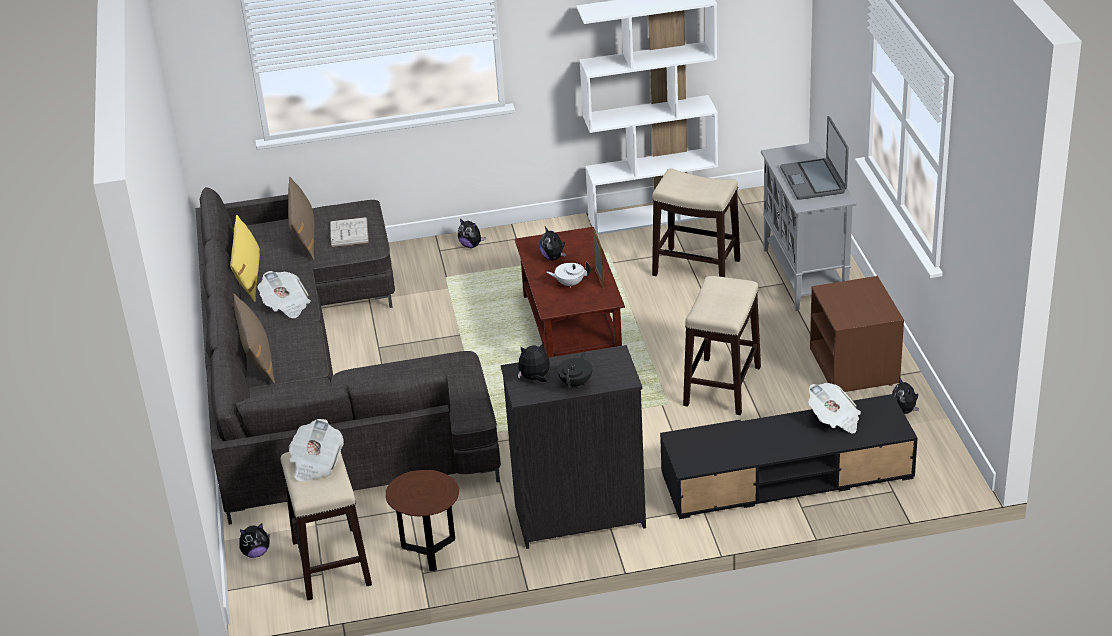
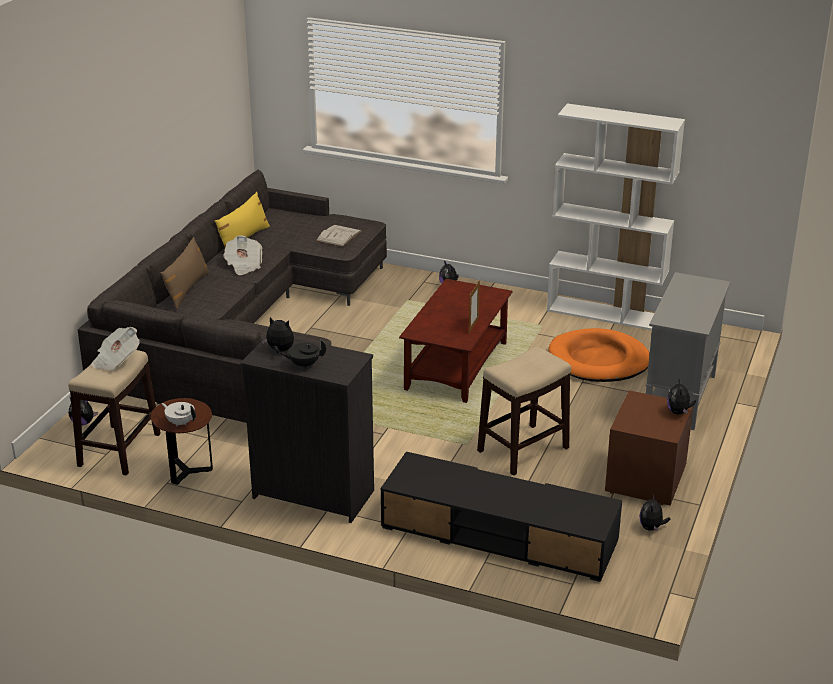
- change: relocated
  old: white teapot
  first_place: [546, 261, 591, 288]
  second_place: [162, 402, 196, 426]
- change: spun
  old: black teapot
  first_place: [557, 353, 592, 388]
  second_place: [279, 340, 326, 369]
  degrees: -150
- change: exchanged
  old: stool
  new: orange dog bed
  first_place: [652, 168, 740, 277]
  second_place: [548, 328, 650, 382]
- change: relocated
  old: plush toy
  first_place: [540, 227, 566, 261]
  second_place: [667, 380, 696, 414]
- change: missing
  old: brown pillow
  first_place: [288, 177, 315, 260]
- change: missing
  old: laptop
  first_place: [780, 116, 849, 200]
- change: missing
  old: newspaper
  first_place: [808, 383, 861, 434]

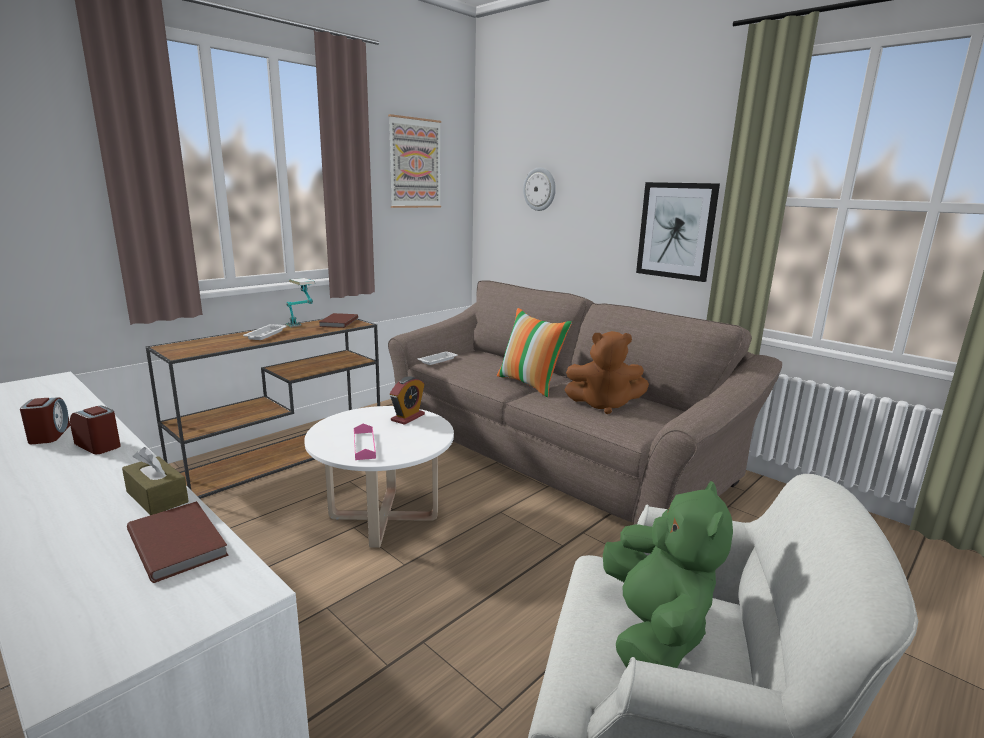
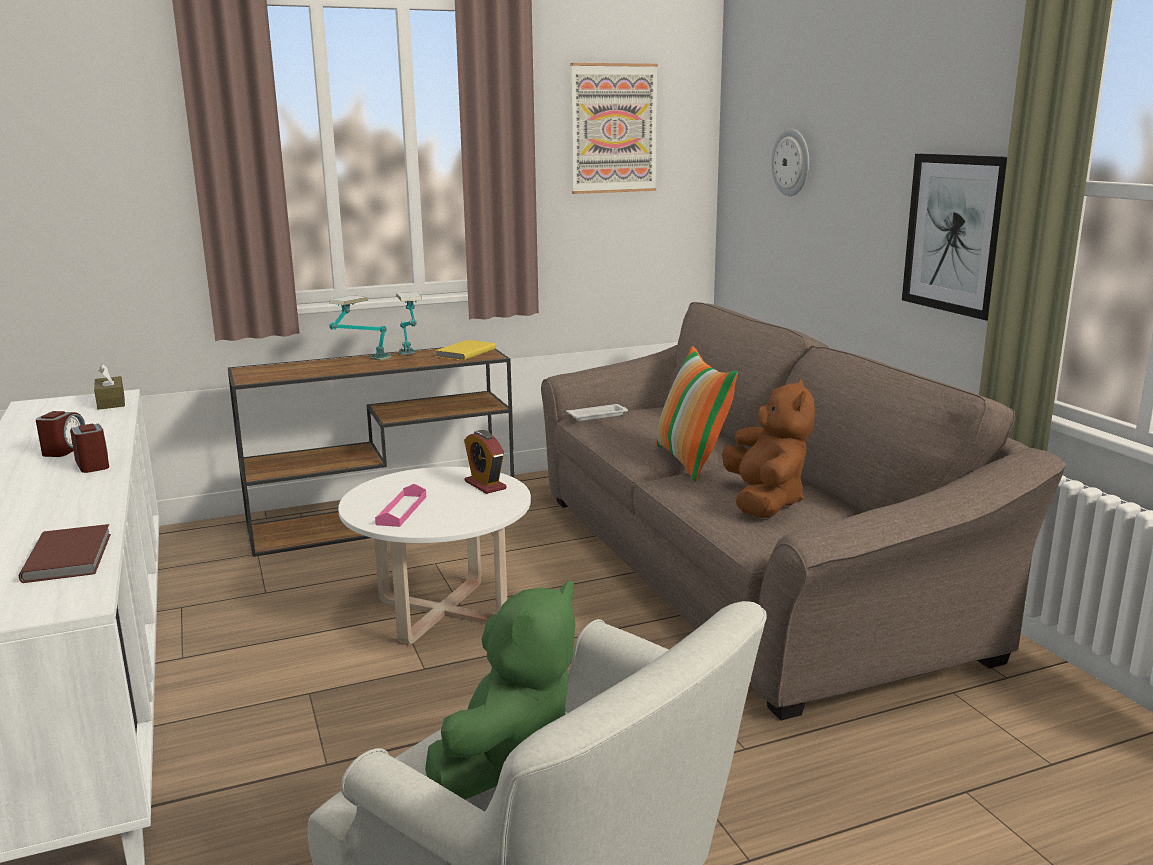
- change: relocated
  old: brown tissue box
  first_place: [122, 447, 189, 515]
  second_place: [94, 364, 125, 410]
- change: exchanged
  old: white tray
  new: table lamp
  first_place: [243, 324, 287, 340]
  second_place: [329, 295, 392, 361]
- change: colour
  old: brown book
  new: yellow book
  first_place: [319, 313, 358, 328]
  second_place: [435, 340, 496, 360]
- change: spun
  old: alarm clock
  first_place: [390, 376, 425, 425]
  second_place: [464, 430, 507, 494]
  degrees: 90
- change: spun
  old: brown plush toy
  first_place: [564, 331, 649, 414]
  second_place: [722, 378, 815, 518]
  degrees: -120

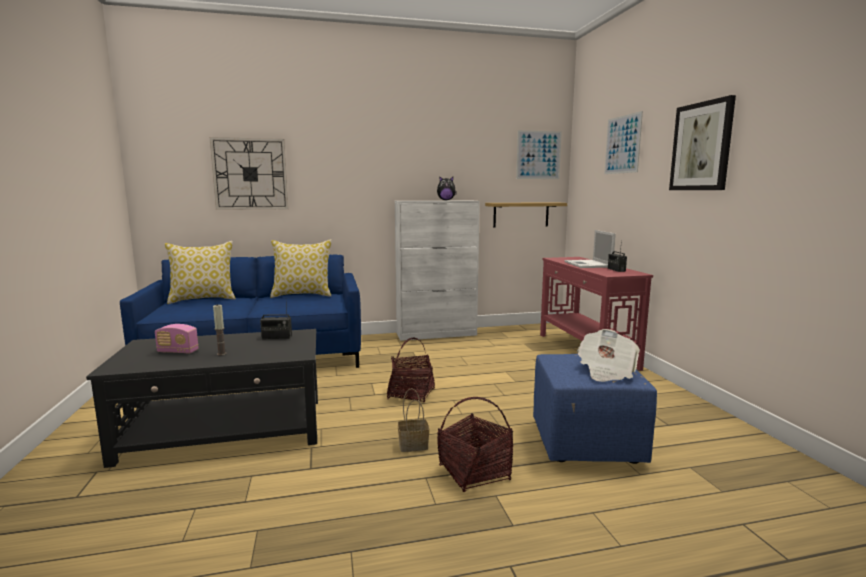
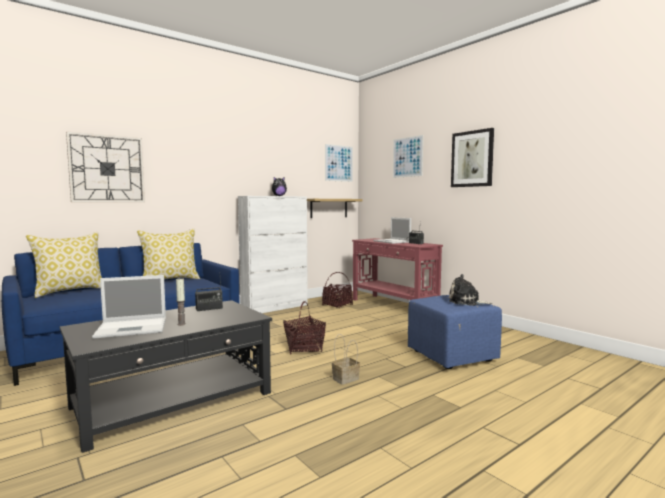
- change: exchanged
  old: radio
  new: laptop
  first_place: [155, 324, 199, 354]
  second_place: [92, 275, 166, 339]
- change: relocated
  old: basket
  first_place: [437, 397, 513, 492]
  second_place: [322, 272, 353, 308]
- change: exchanged
  old: newspaper
  new: plush toy
  first_place: [577, 329, 640, 382]
  second_place: [449, 274, 492, 306]

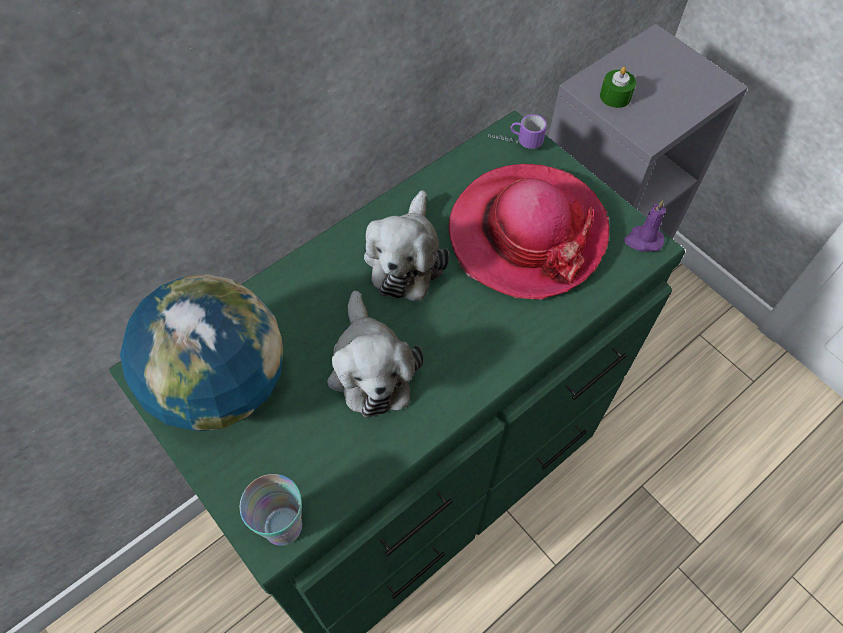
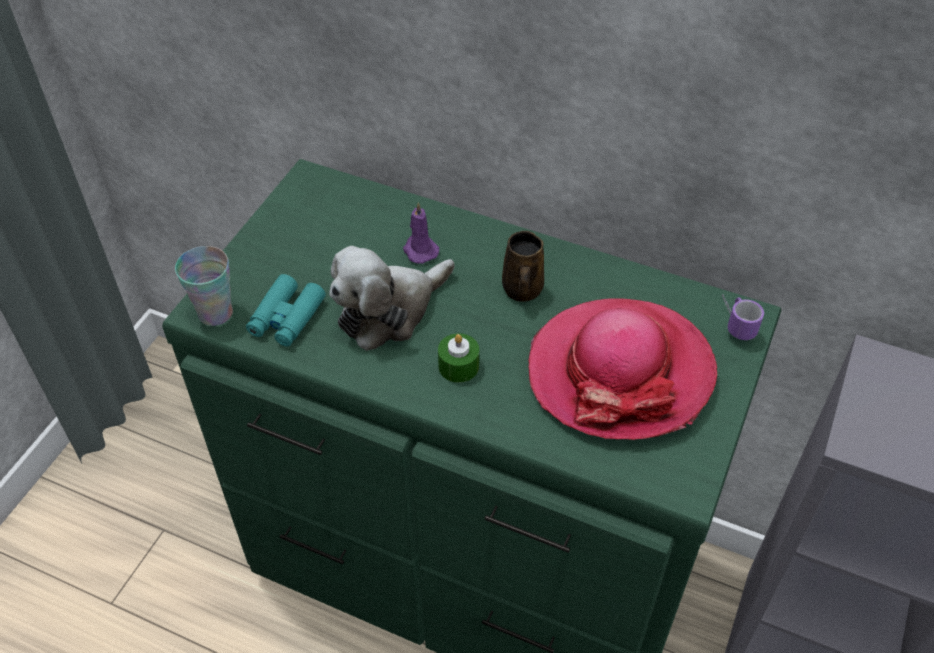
- change: appeared
  new: turquoise binoculars
  second_place: [246, 274, 326, 346]
- change: relocated
  old: purple candle
  first_place: [624, 200, 666, 252]
  second_place: [403, 202, 439, 264]
- change: relocated
  old: green candle
  first_place: [600, 67, 636, 108]
  second_place: [438, 333, 479, 383]
- change: exchanged
  old: plush toy
  new: brown mug
  first_place: [364, 190, 450, 301]
  second_place: [502, 231, 544, 302]
- change: missing
  old: globe
  first_place: [120, 274, 283, 431]

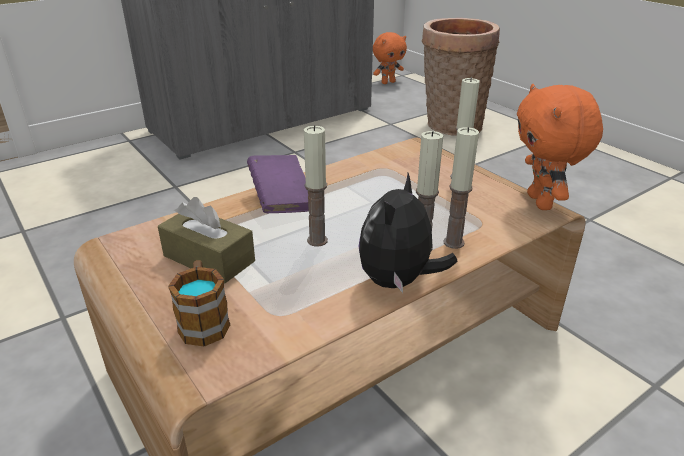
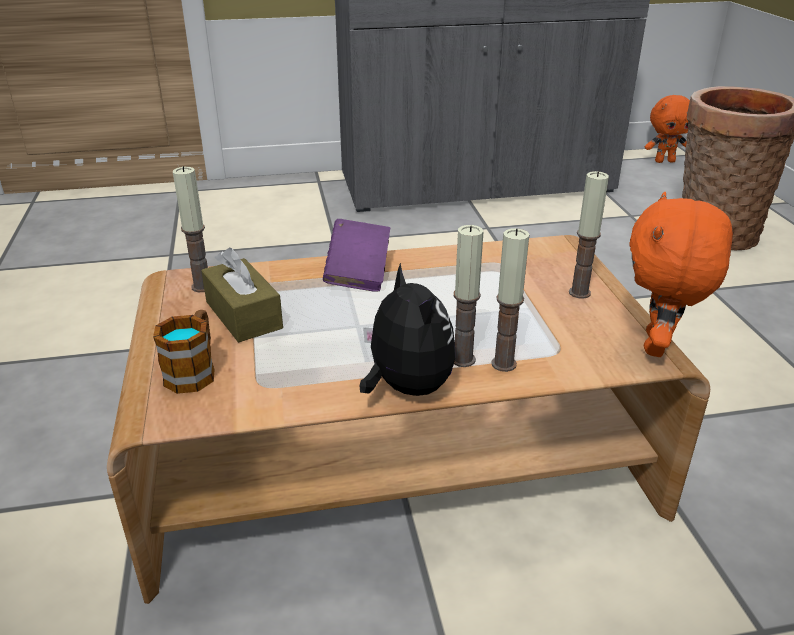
- change: relocated
  old: candle
  first_place: [304, 125, 328, 247]
  second_place: [173, 166, 208, 292]
- change: spun
  old: plush toy
  first_place: [358, 173, 458, 293]
  second_place: [359, 263, 455, 396]
  degrees: 105

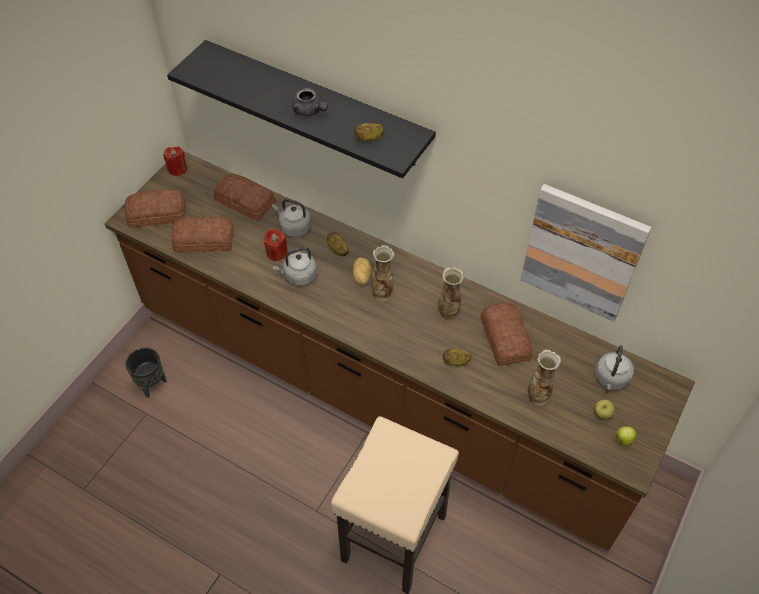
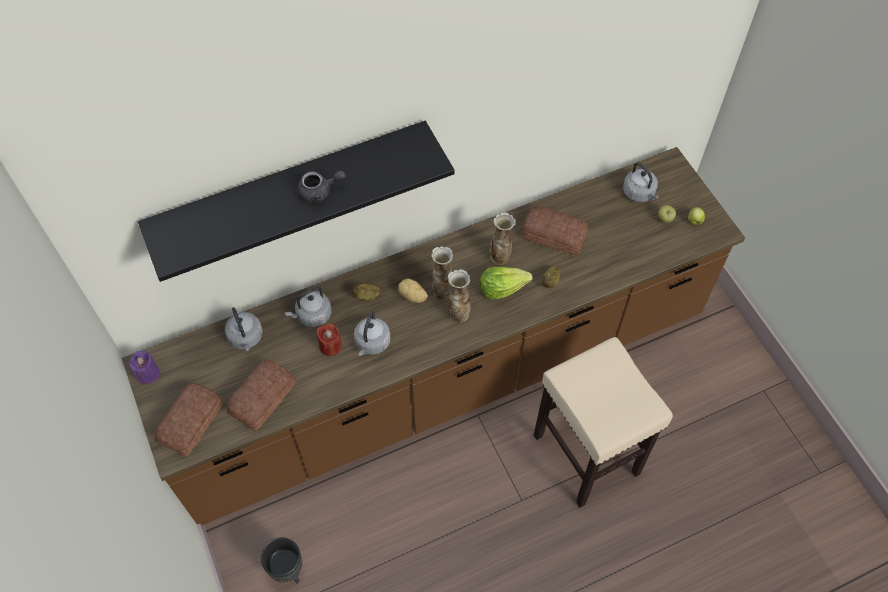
- change: colour
  old: red candle
  new: purple candle
  first_place: [163, 146, 187, 176]
  second_place: [129, 351, 160, 384]
- change: exchanged
  old: bread
  new: grey kettle
  first_place: [214, 174, 276, 221]
  second_place: [225, 307, 263, 351]
- change: relocated
  old: vase
  first_place: [528, 350, 561, 406]
  second_place: [448, 269, 471, 323]
- change: appeared
  new: lettuce
  second_place: [480, 267, 533, 300]
- change: missing
  old: potato
  first_place: [354, 123, 384, 142]
- change: missing
  old: picture
  first_place: [521, 184, 652, 322]

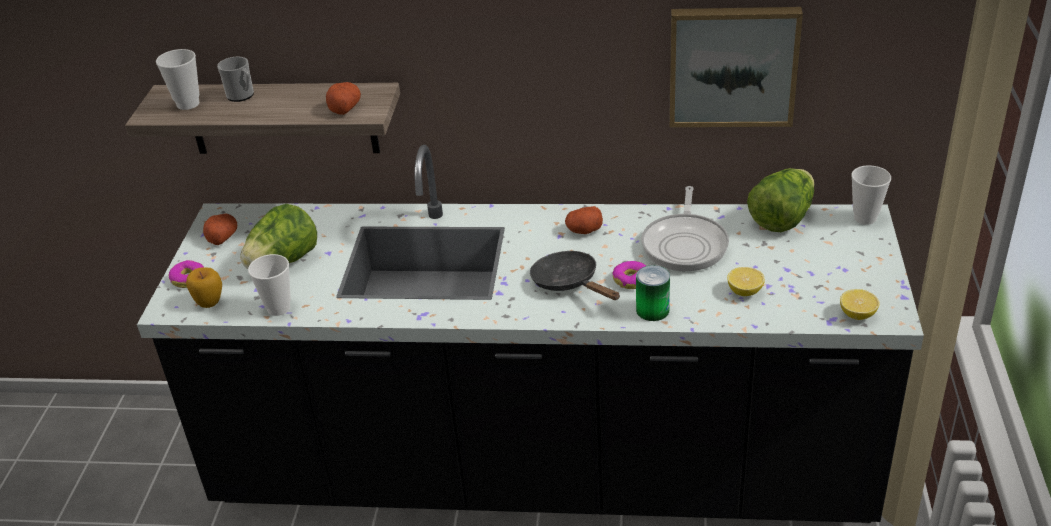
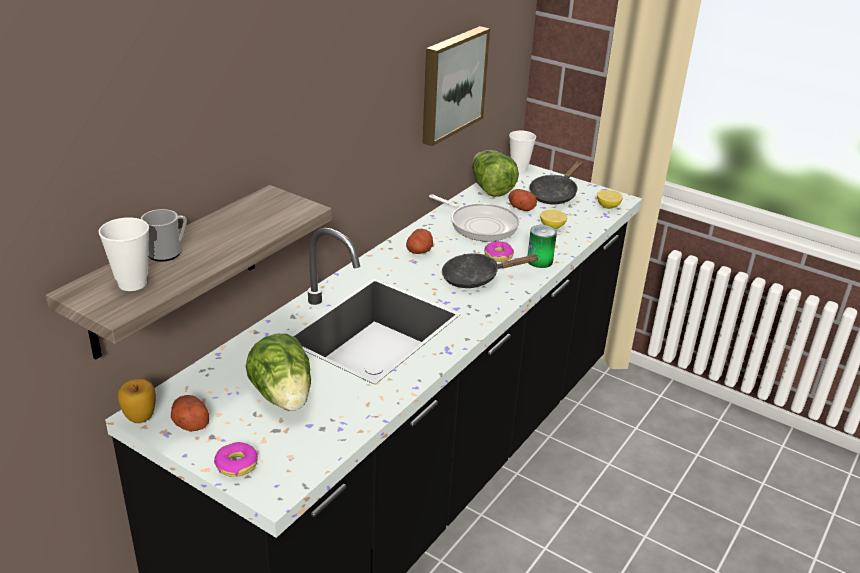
- change: relocated
  old: apple
  first_place: [186, 267, 222, 308]
  second_place: [118, 379, 156, 423]
- change: relocated
  old: potato
  first_place: [326, 82, 361, 115]
  second_place: [509, 189, 537, 211]
- change: appeared
  new: black frying pan
  second_place: [529, 160, 582, 205]
- change: missing
  old: cup
  first_place: [248, 254, 291, 316]

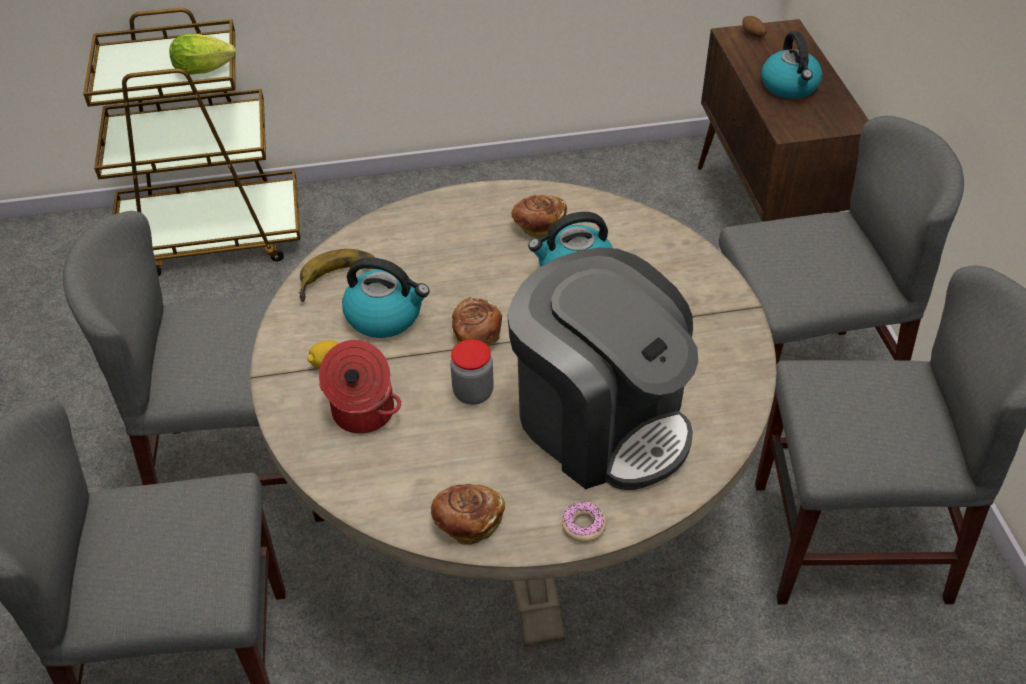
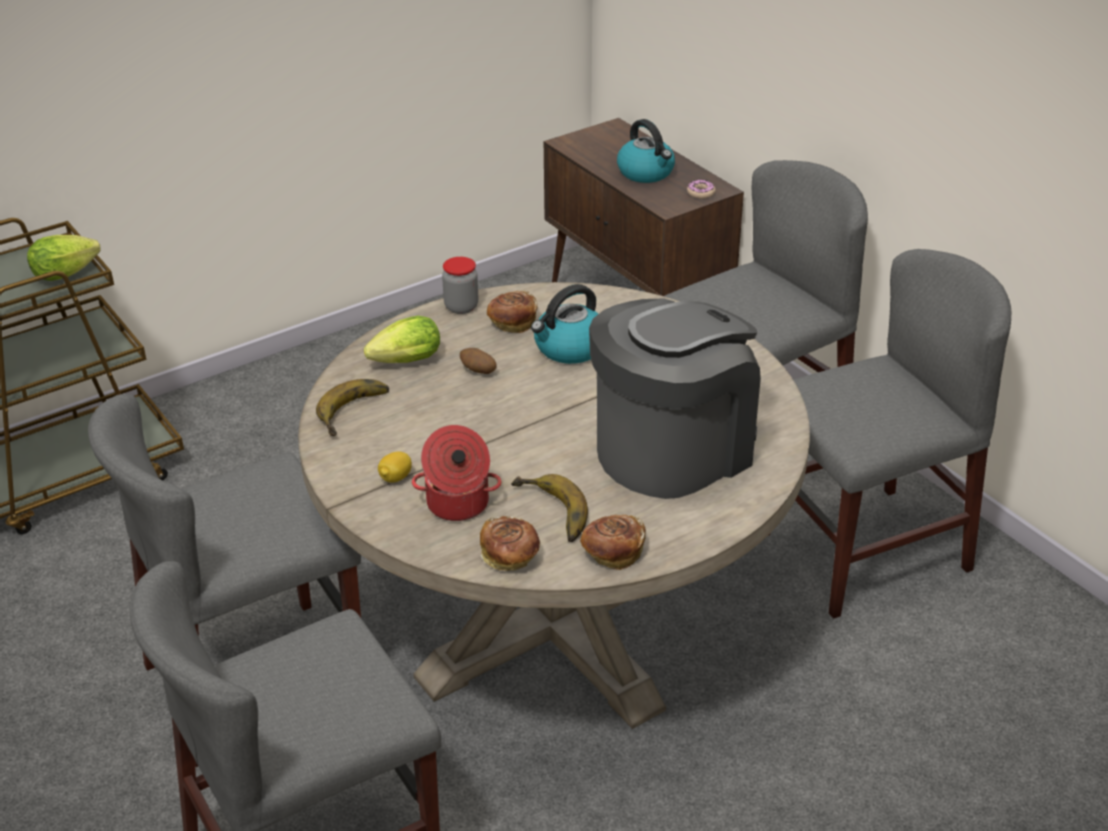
- change: appeared
  new: lettuce
  second_place: [364, 316, 440, 363]
- change: relocated
  old: jar
  first_place: [450, 339, 494, 405]
  second_place: [442, 257, 478, 314]
- change: relocated
  old: potato
  first_place: [742, 16, 767, 38]
  second_place: [460, 348, 497, 374]
- change: relocated
  old: bread
  first_place: [452, 297, 502, 346]
  second_place: [480, 516, 540, 571]
- change: appeared
  new: banana
  second_place: [511, 474, 588, 542]
- change: spun
  old: coffee machine
  first_place: [507, 247, 698, 490]
  second_place: [589, 299, 761, 499]
  degrees: -60
- change: relocated
  old: donut
  first_place: [562, 502, 606, 542]
  second_place: [687, 180, 716, 199]
- change: missing
  old: kettle
  first_place: [342, 257, 430, 338]

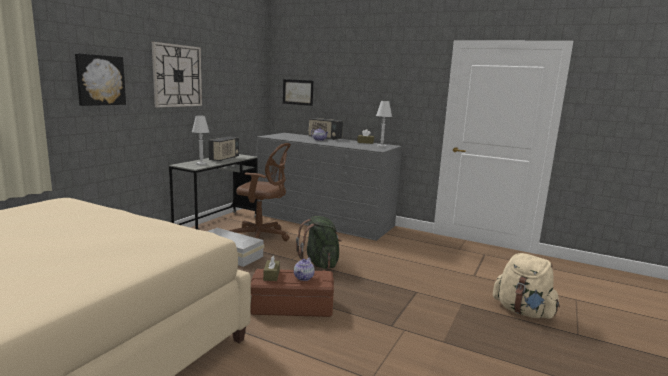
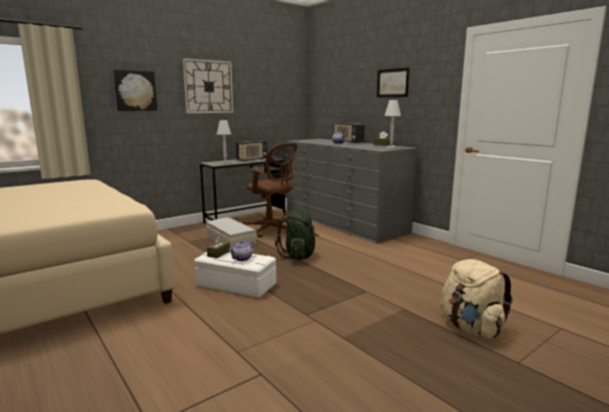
- change: colour
  old: brown storage box
  new: white storage box
  first_place: [251, 268, 334, 317]
  second_place: [194, 251, 276, 298]
- change: relocated
  old: picture
  first_place: [283, 79, 313, 106]
  second_place: [377, 67, 409, 98]

